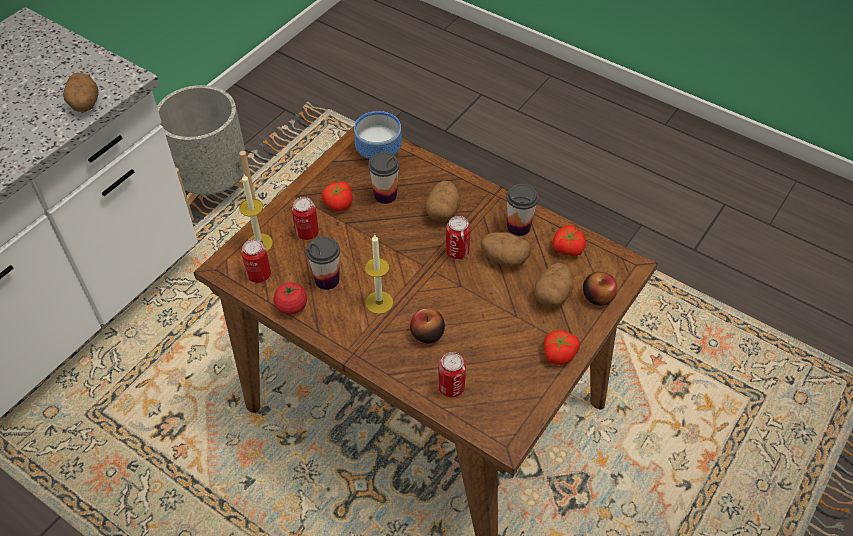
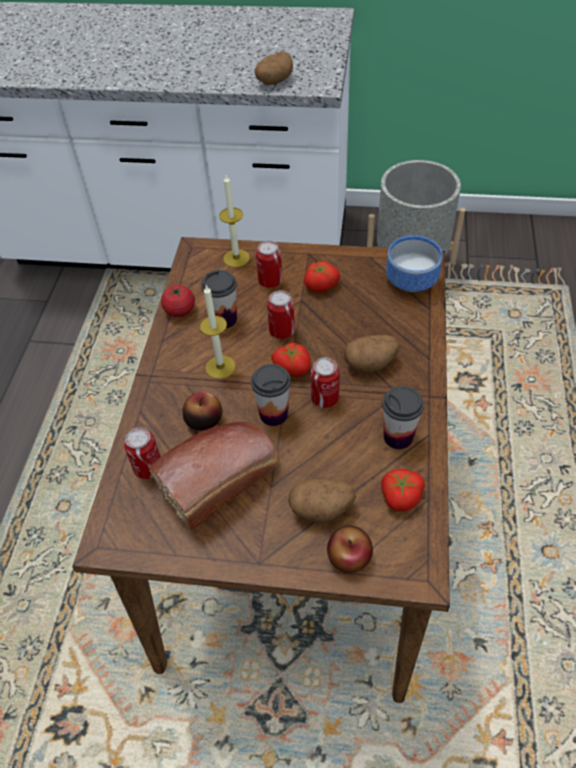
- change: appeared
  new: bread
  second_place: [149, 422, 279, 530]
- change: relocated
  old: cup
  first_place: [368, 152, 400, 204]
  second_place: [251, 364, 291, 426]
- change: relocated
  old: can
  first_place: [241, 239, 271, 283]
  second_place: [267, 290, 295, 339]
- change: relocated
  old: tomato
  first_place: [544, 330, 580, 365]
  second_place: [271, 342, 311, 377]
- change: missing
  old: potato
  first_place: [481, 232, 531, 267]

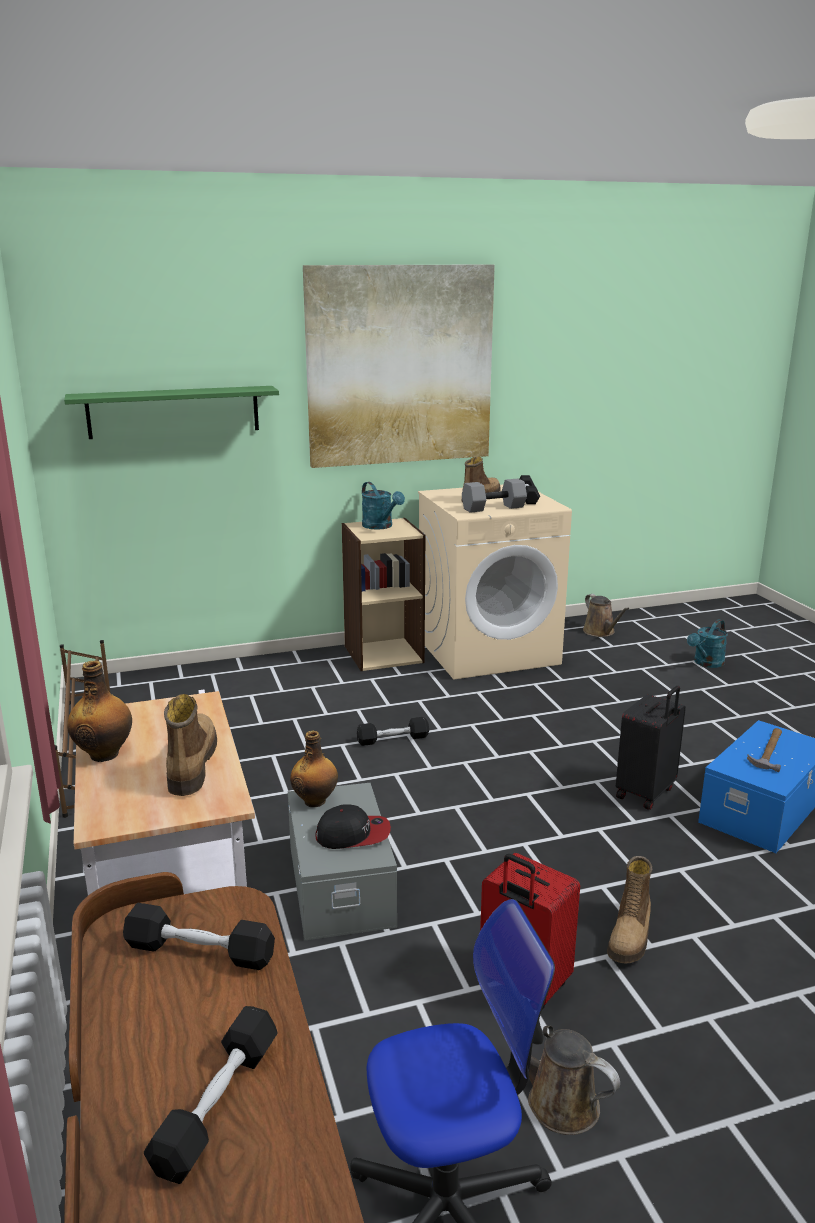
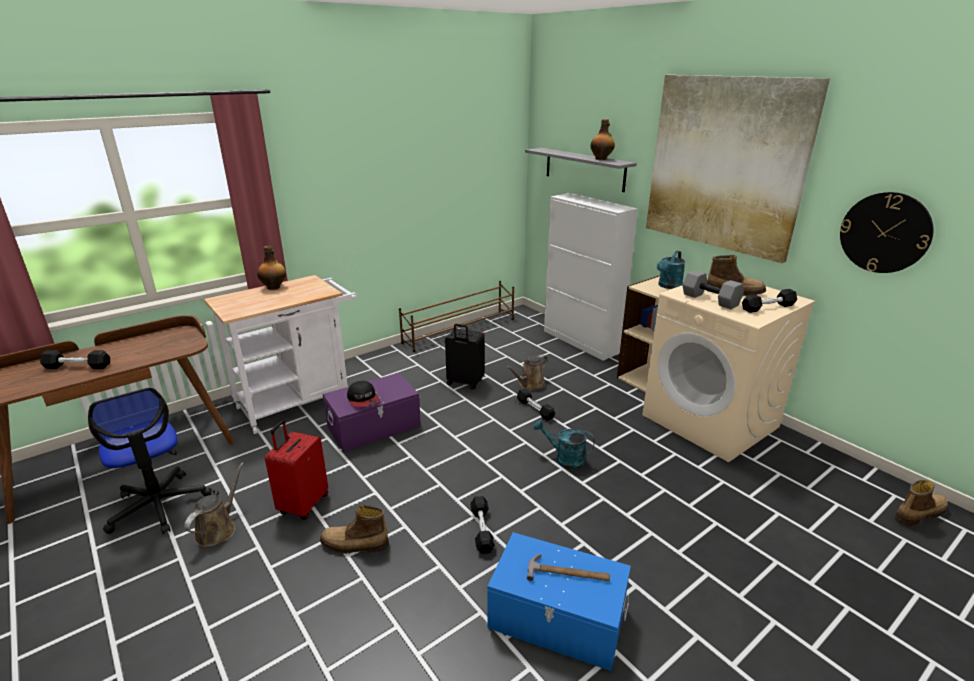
- change: colour
  old: grey storage box
  new: purple storage box
  first_place: [288, 783, 397, 941]
  second_place: [323, 373, 421, 452]
- change: relocated
  old: black suitcase
  first_place: [616, 686, 686, 810]
  second_place: [445, 324, 485, 389]
- change: relocated
  old: black dumbbell
  first_place: [123, 903, 275, 970]
  second_place: [470, 496, 495, 554]
- change: relocated
  old: brown watering can
  first_place: [583, 594, 629, 637]
  second_place: [506, 355, 547, 390]
- change: colour
  old: green shelf
  new: grey shelf
  first_place: [64, 386, 279, 439]
  second_place: [525, 148, 637, 192]
- change: relocated
  old: turquoise watering can
  first_place: [687, 619, 728, 668]
  second_place: [533, 420, 595, 469]
- change: appeared
  new: white cabinet
  second_place: [544, 193, 638, 361]
- change: relocated
  old: bottle
  first_place: [290, 730, 338, 807]
  second_place: [590, 119, 615, 160]
- change: appeared
  new: wall clock
  second_place: [840, 192, 934, 273]
- change: relocated
  old: boot
  first_place: [164, 694, 217, 796]
  second_place: [895, 480, 948, 526]

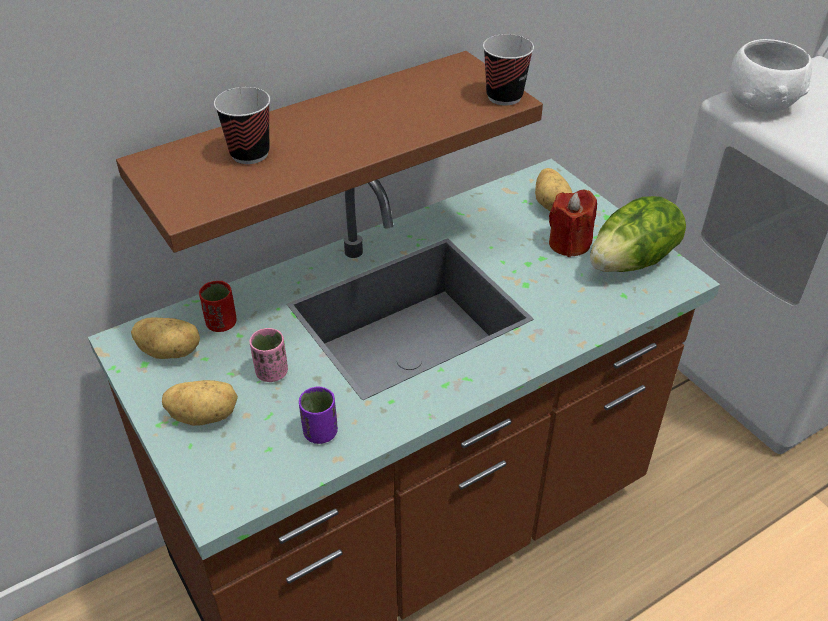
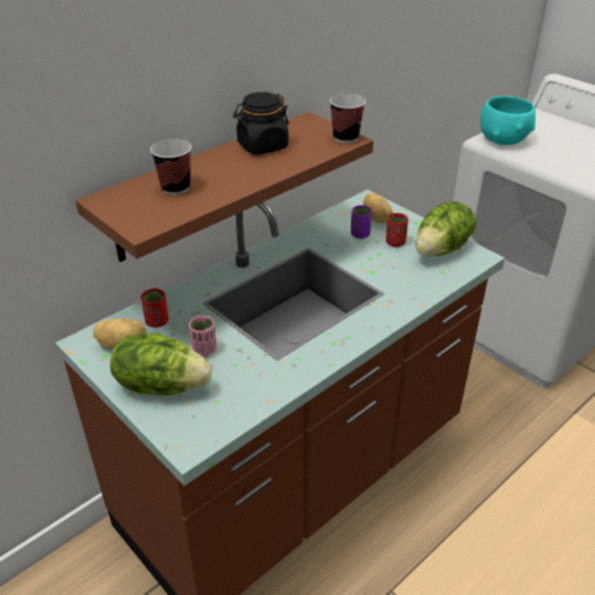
- change: exchanged
  old: potato
  new: lettuce
  first_place: [162, 380, 238, 426]
  second_place: [110, 333, 212, 396]
- change: appeared
  new: black jar
  second_place: [233, 92, 289, 155]
- change: relocated
  old: purple cup
  first_place: [299, 386, 338, 444]
  second_place: [351, 205, 372, 239]
- change: exchanged
  old: red candle
  new: red cup
  first_place: [549, 189, 597, 257]
  second_place: [386, 213, 408, 247]
- change: colour
  old: white bowl
  new: turquoise bowl
  first_place: [729, 39, 812, 112]
  second_place: [480, 96, 536, 145]

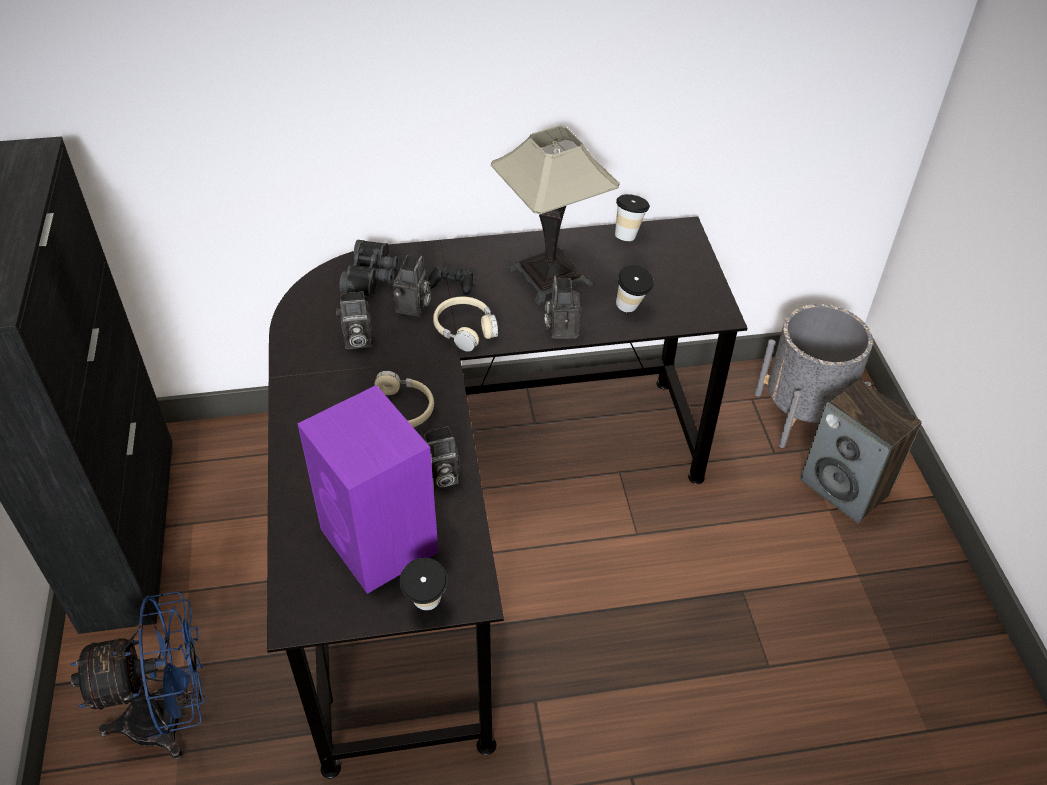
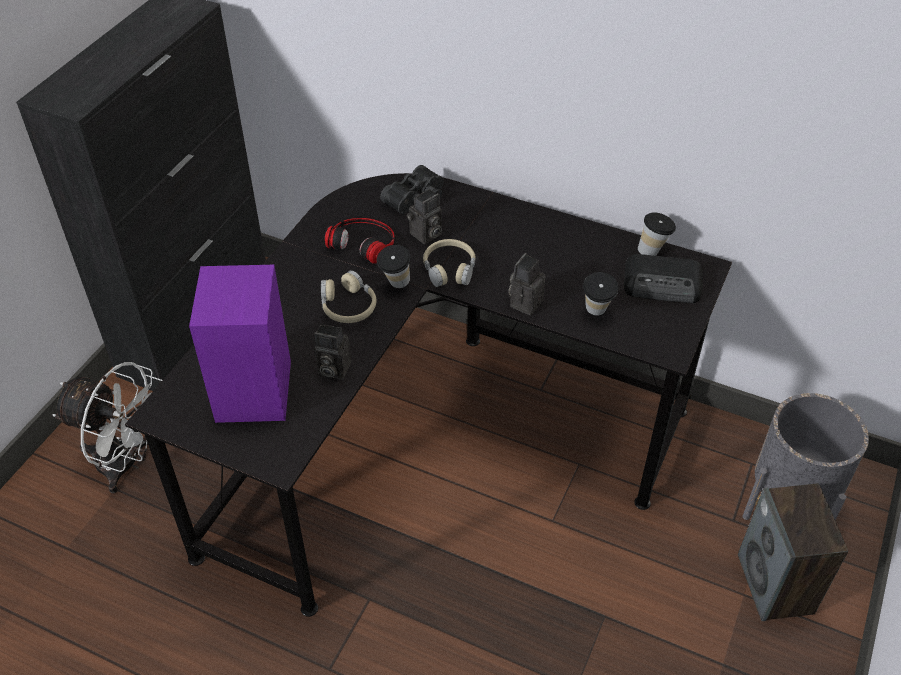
- change: colour
  old: blue fan
  new: white fan
  first_place: [71, 591, 205, 760]
  second_place: [52, 362, 162, 494]
- change: exchanged
  old: photo camera
  new: headphones
  first_place: [336, 291, 373, 349]
  second_place: [325, 218, 395, 264]
- change: relocated
  old: cup
  first_place: [400, 558, 448, 611]
  second_place: [377, 245, 410, 288]
- change: appeared
  new: radio
  second_place: [624, 254, 703, 303]
- change: missing
  old: black game controller
  first_place: [428, 265, 473, 295]
- change: missing
  old: table lamp
  first_place: [491, 125, 620, 305]

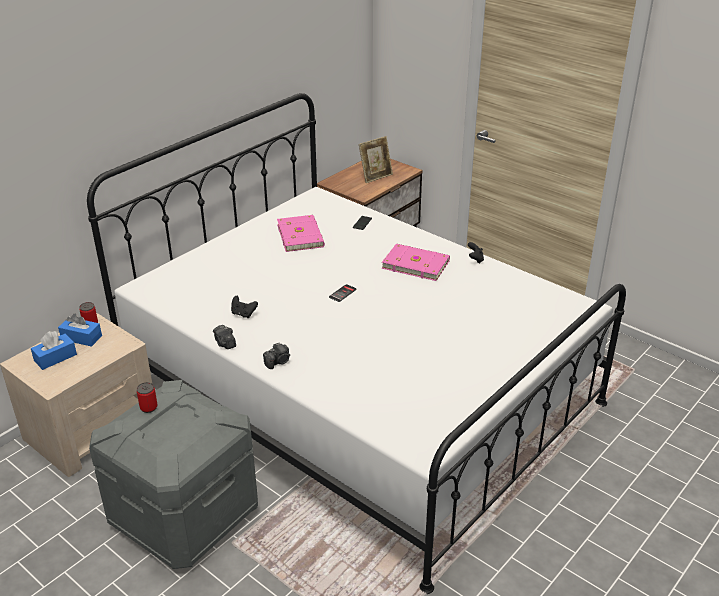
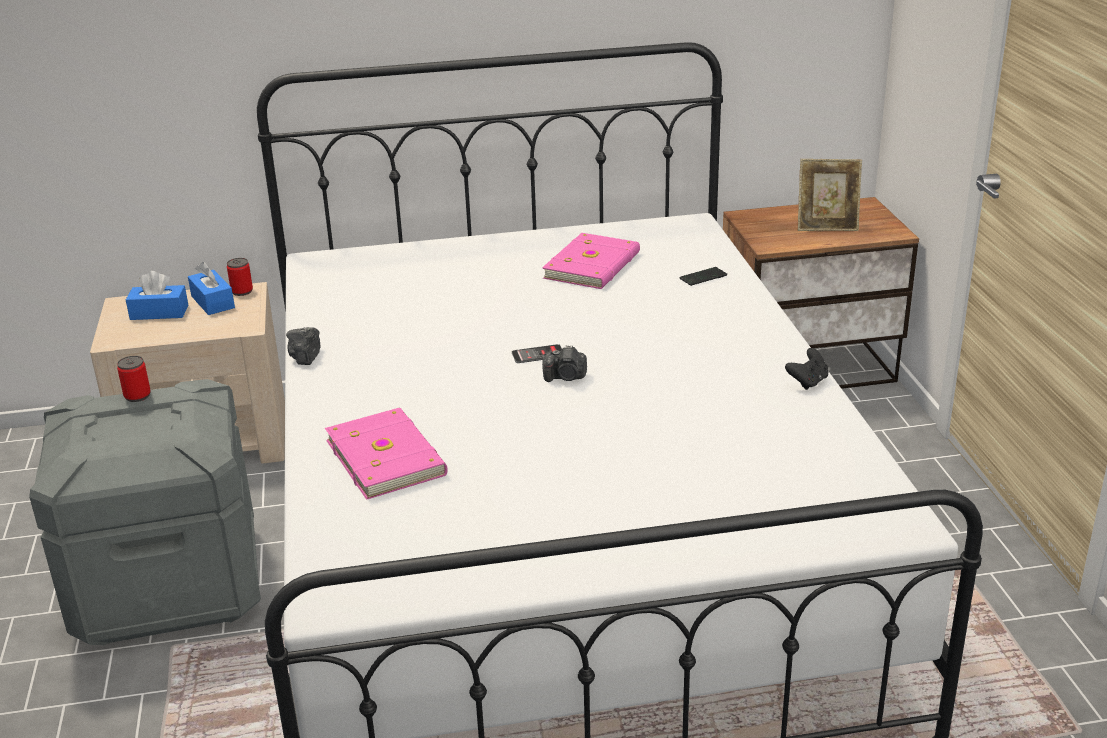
- change: relocated
  old: pink book
  first_place: [382, 244, 450, 281]
  second_place: [325, 408, 448, 500]
- change: relocated
  old: photo camera
  first_place: [263, 342, 290, 369]
  second_place: [542, 345, 587, 382]
- change: missing
  old: black game controller
  first_place: [231, 296, 258, 318]

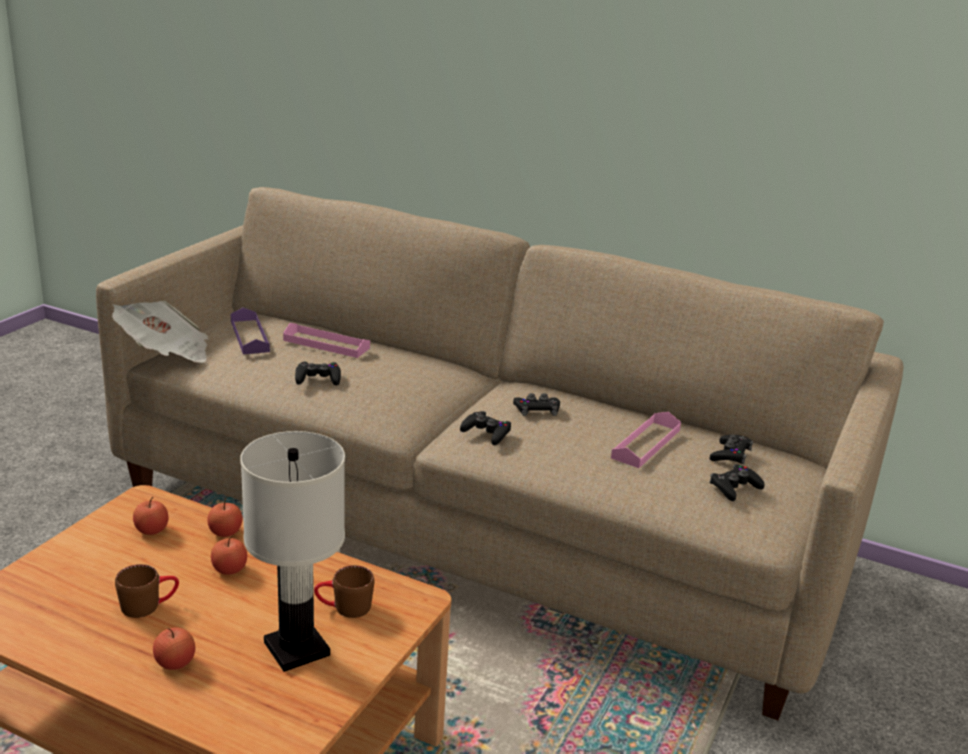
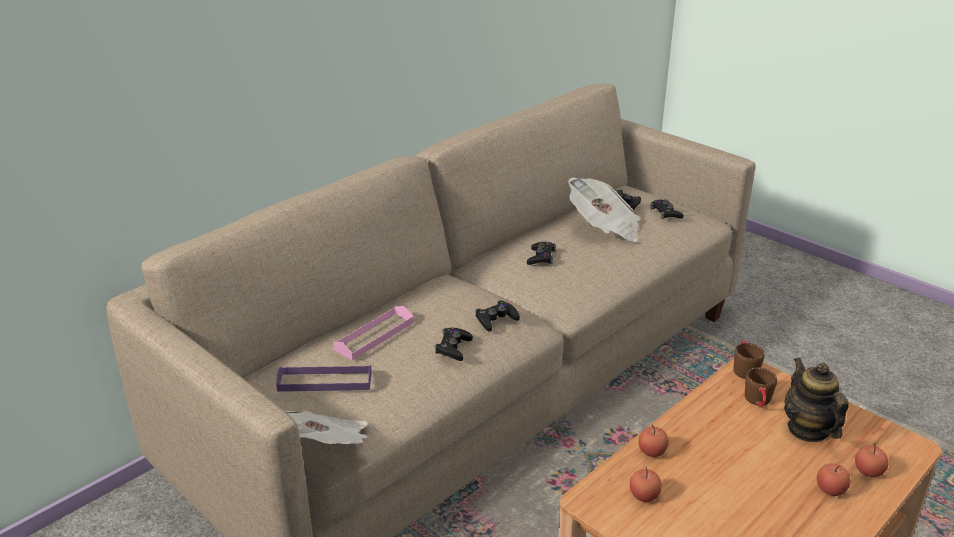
- change: relocated
  old: black game controller
  first_place: [460, 411, 511, 445]
  second_place: [475, 300, 520, 332]
- change: exchanged
  old: pink tray
  new: newspaper
  first_place: [611, 412, 681, 468]
  second_place: [568, 177, 640, 242]
- change: relocated
  old: brown mug
  first_place: [115, 564, 179, 618]
  second_place: [734, 340, 765, 379]
- change: exchanged
  old: white table lamp
  new: teapot
  first_place: [240, 431, 345, 672]
  second_place: [784, 358, 849, 442]
- change: relocated
  old: apple
  first_place: [211, 535, 247, 575]
  second_place: [855, 443, 888, 477]

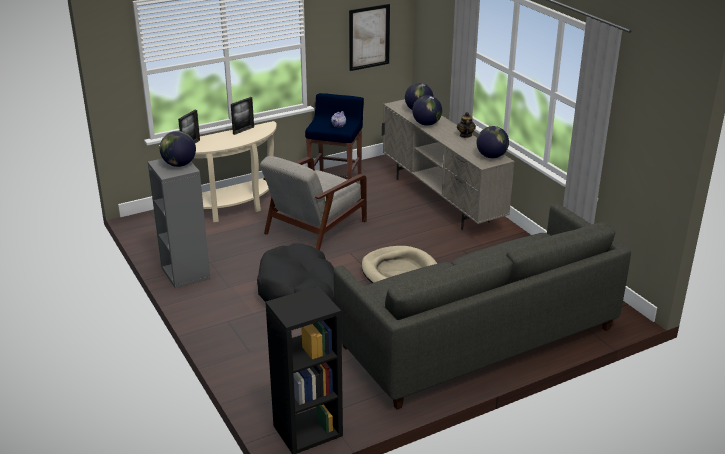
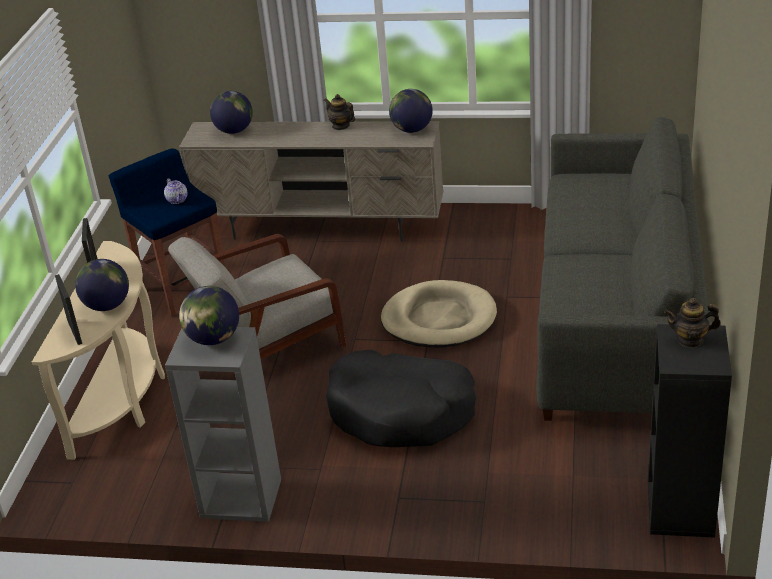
- change: relocated
  old: globe
  first_place: [412, 95, 442, 126]
  second_place: [75, 259, 129, 311]
- change: spun
  old: grey armchair
  first_place: [260, 156, 367, 250]
  second_place: [168, 234, 347, 359]
  degrees: 75
- change: appeared
  new: teapot
  second_place: [664, 298, 721, 348]
- change: missing
  old: picture
  first_place: [349, 4, 390, 71]

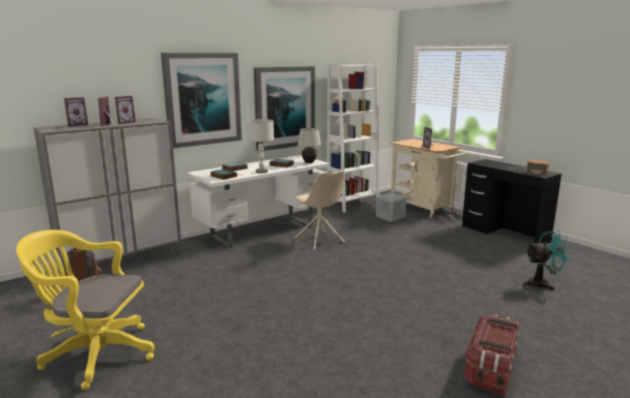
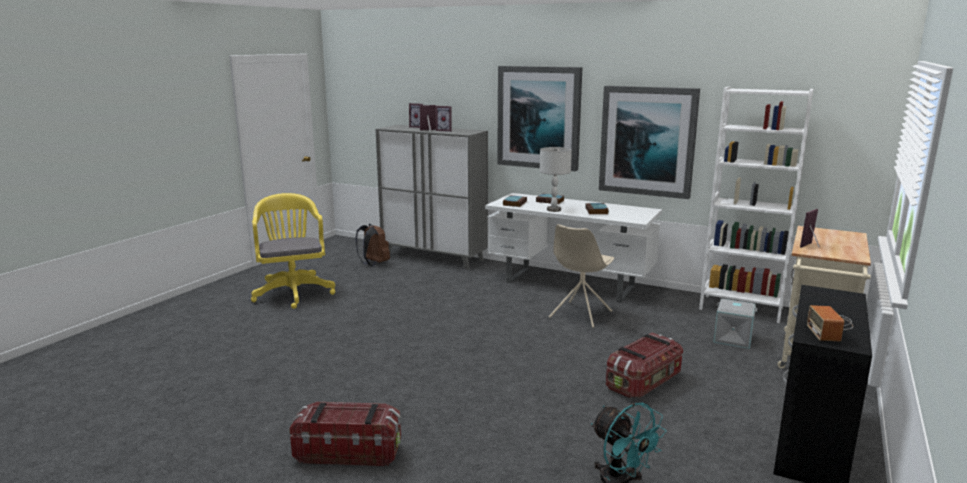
- change: appeared
  new: storage box
  second_place: [606, 332, 683, 398]
- change: missing
  old: white table lamp
  first_place: [297, 128, 321, 163]

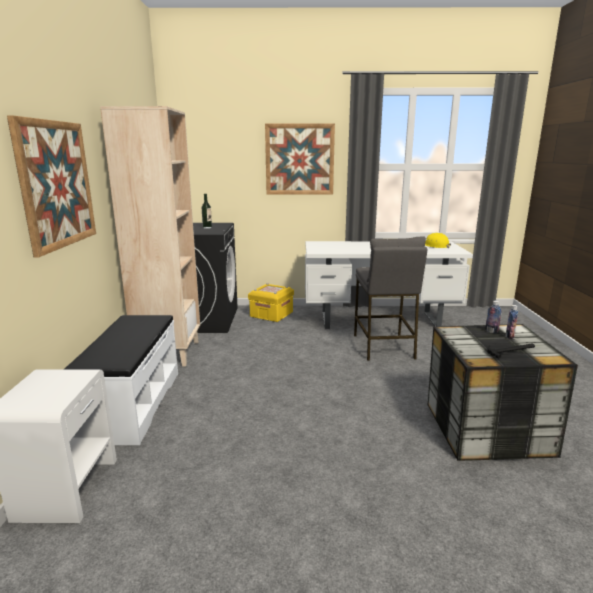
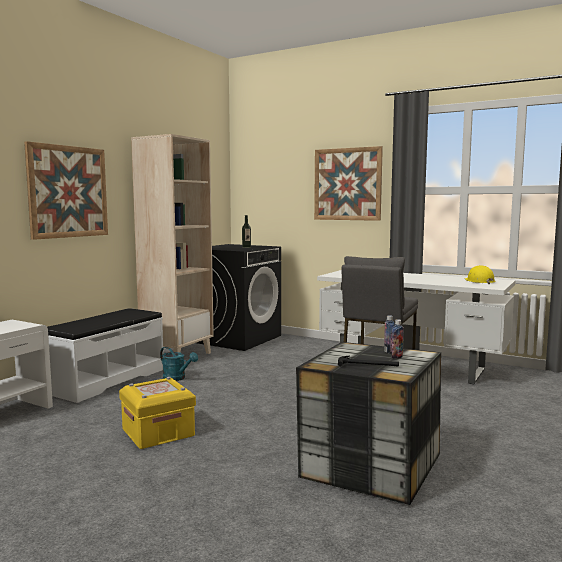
- change: relocated
  old: yellow storage box
  first_place: [248, 283, 294, 322]
  second_place: [119, 377, 196, 449]
- change: appeared
  new: turquoise watering can
  second_place: [160, 347, 198, 381]

